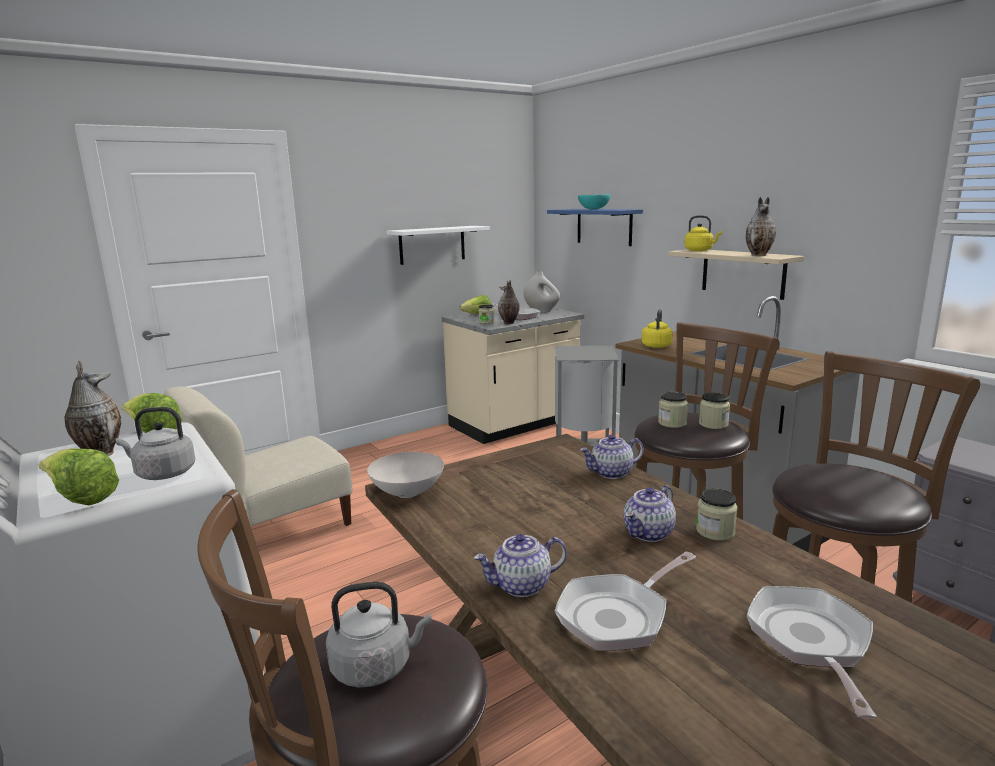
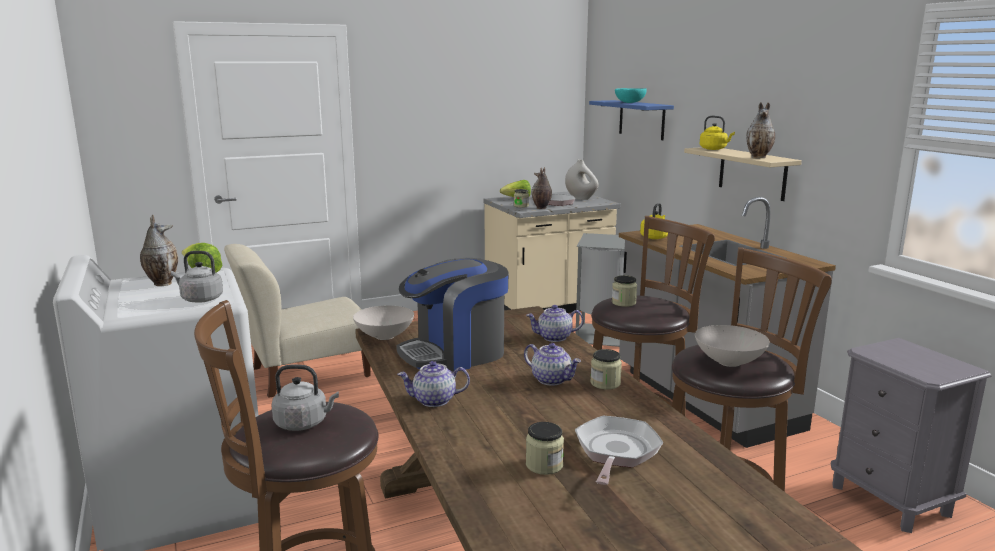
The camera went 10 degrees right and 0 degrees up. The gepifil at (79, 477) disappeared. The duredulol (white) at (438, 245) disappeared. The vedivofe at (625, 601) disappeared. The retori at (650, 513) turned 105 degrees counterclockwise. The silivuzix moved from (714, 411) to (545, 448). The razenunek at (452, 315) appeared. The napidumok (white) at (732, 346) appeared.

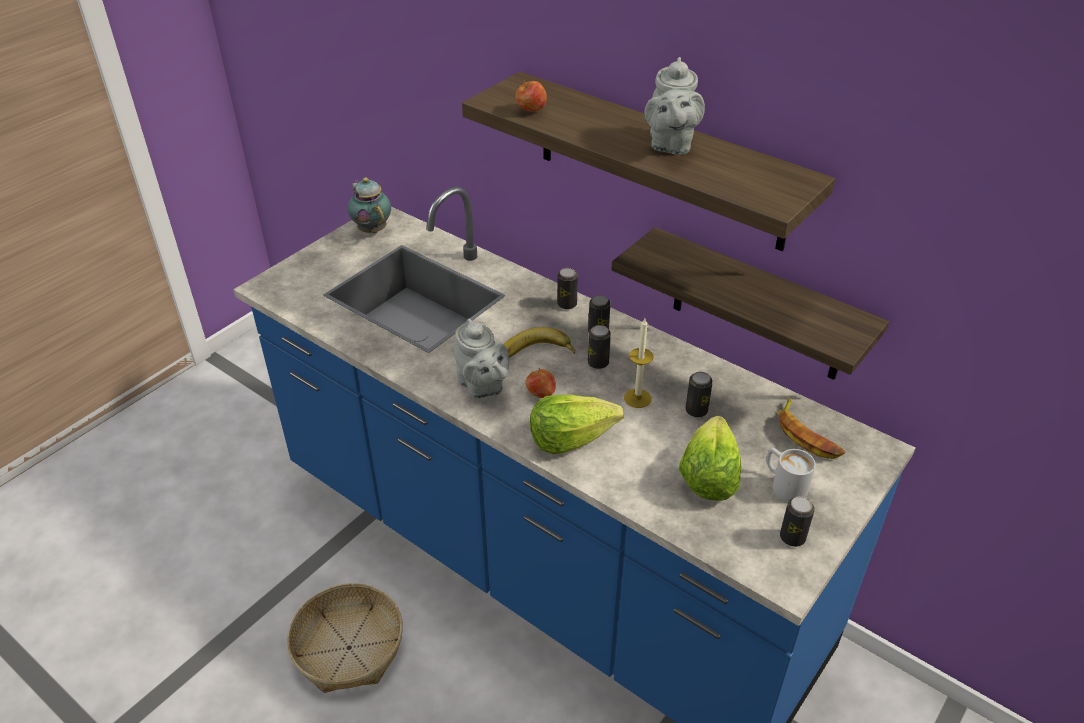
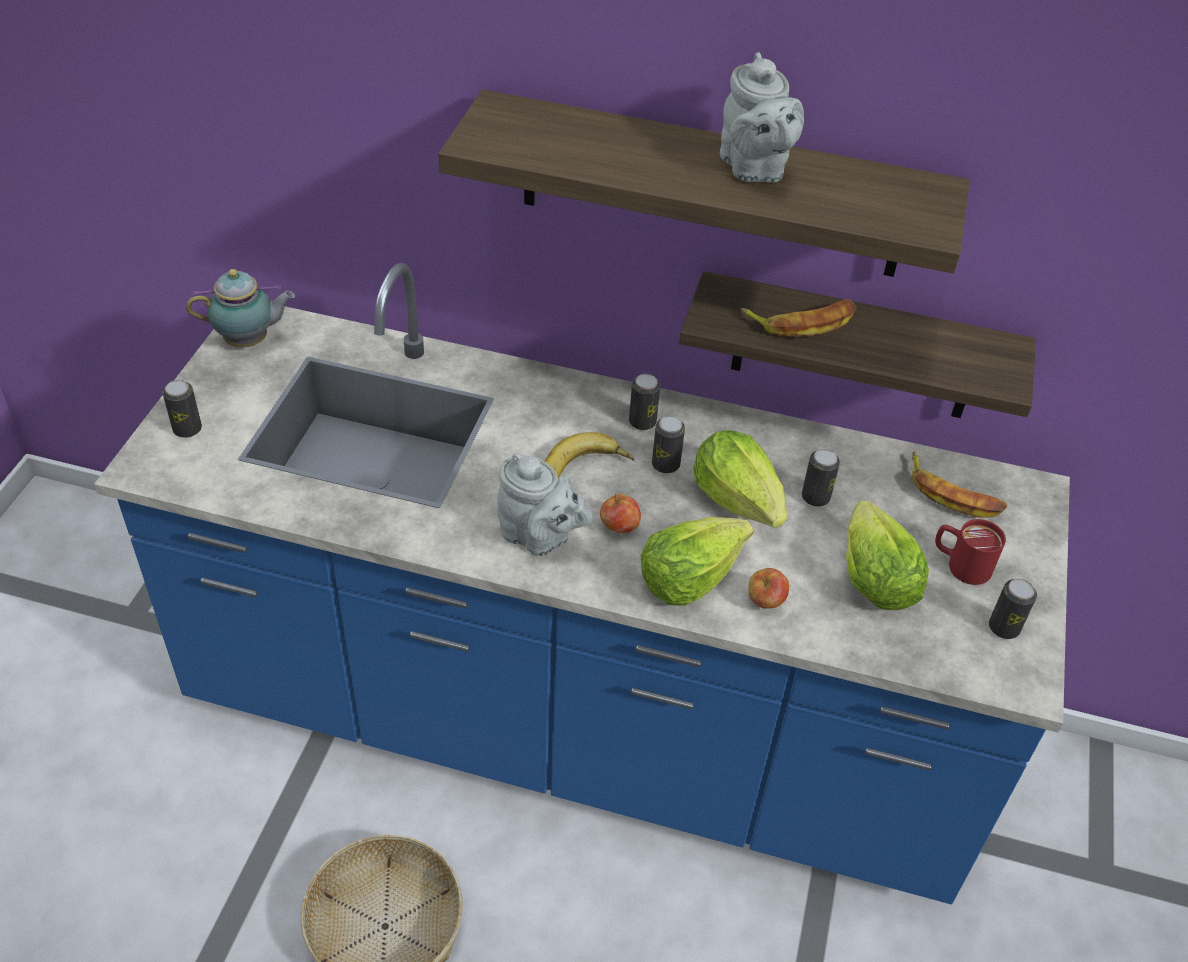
The camera went 25 degrees left and 5 degrees up. The retori at (369, 205) turned 135 degrees clockwise. The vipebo moved from (531, 96) to (768, 588). The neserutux moved from (567, 289) to (182, 409). The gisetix at (639, 363) was replaced by the gepifil at (740, 479). The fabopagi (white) at (791, 475) became the fabopagi (red) at (970, 552). The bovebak at (799, 318) appeared.

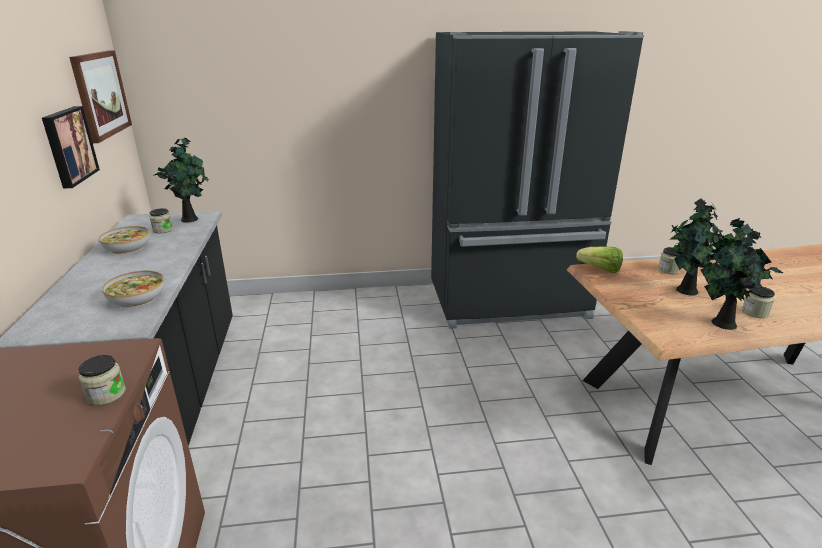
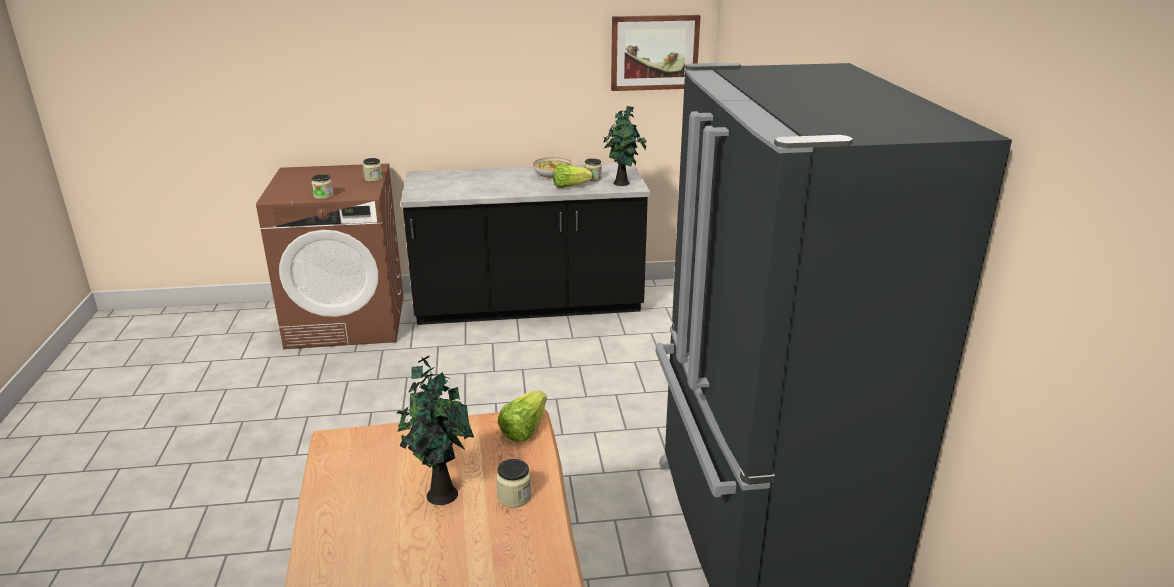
The camera went 90 degrees right and 0 degrees up. The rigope at (71, 147) disappeared. The napidumok at (133, 289) disappeared. The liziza at (742, 274) disappeared. The silivuzix moved from (758, 302) to (373, 170). The gepifil at (572, 176) appeared.

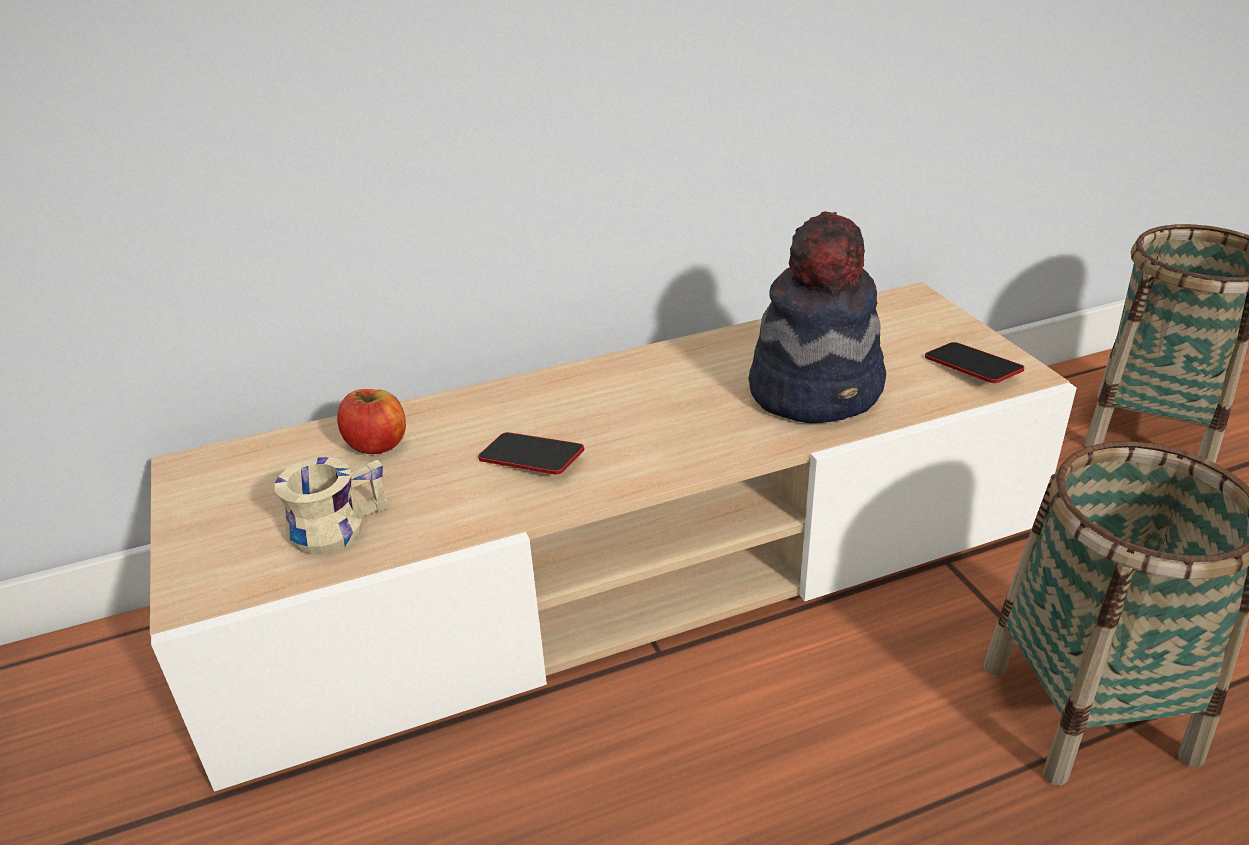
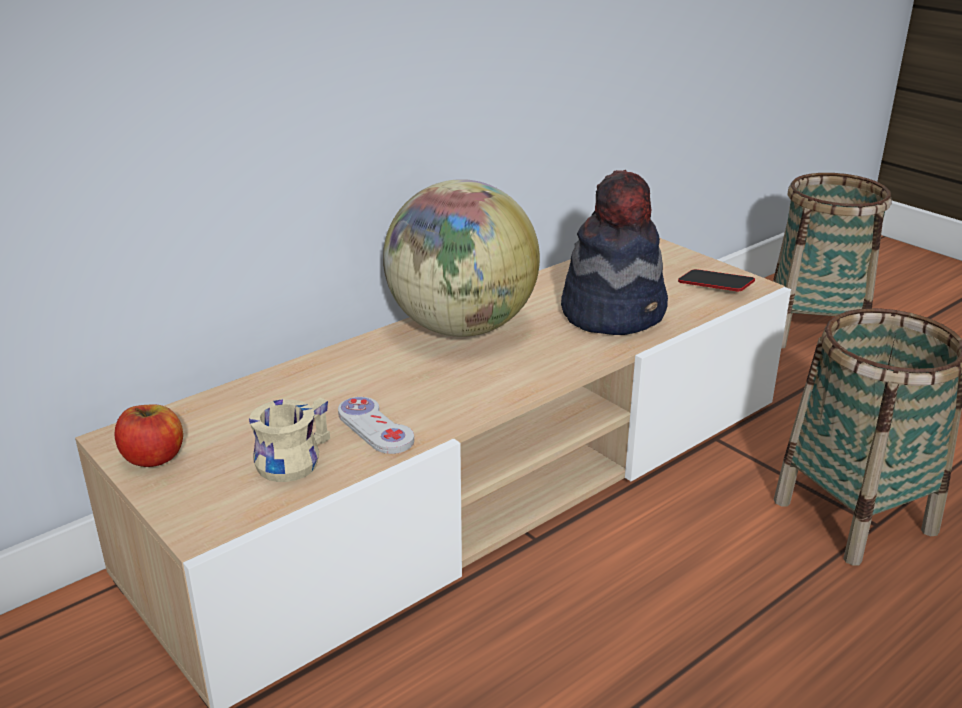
The camera went 20 degrees left and 5 degrees down. The vipebo moved from (371, 421) to (148, 435). The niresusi at (531, 453) disappeared. The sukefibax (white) at (376, 425) appeared. The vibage at (461, 258) appeared.

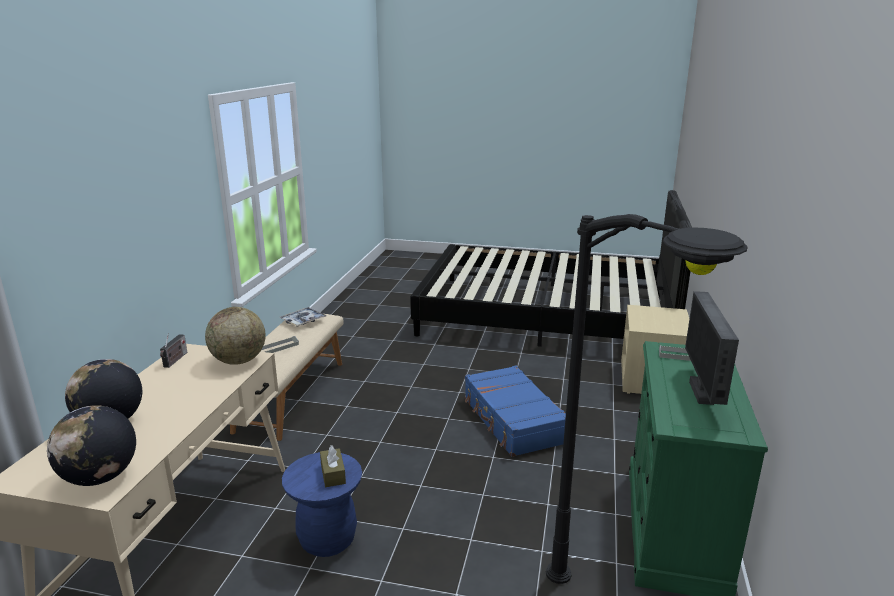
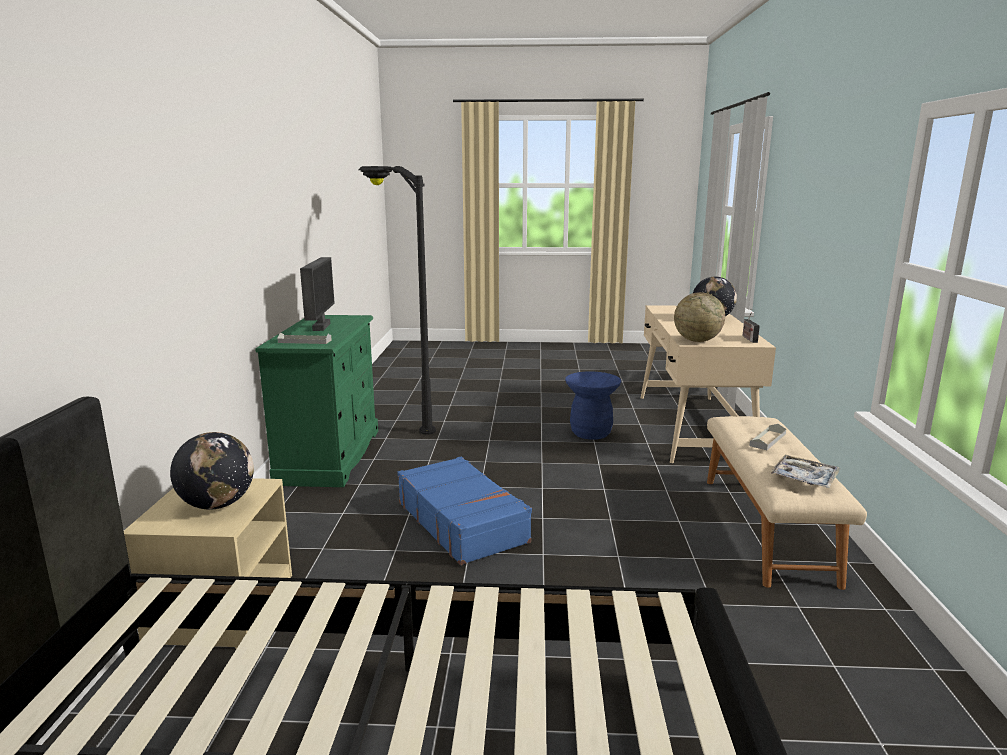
The camera went 170 degrees right and 5 degrees down. The vibage moved from (91, 445) to (212, 471). The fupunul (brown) at (333, 466) disappeared.

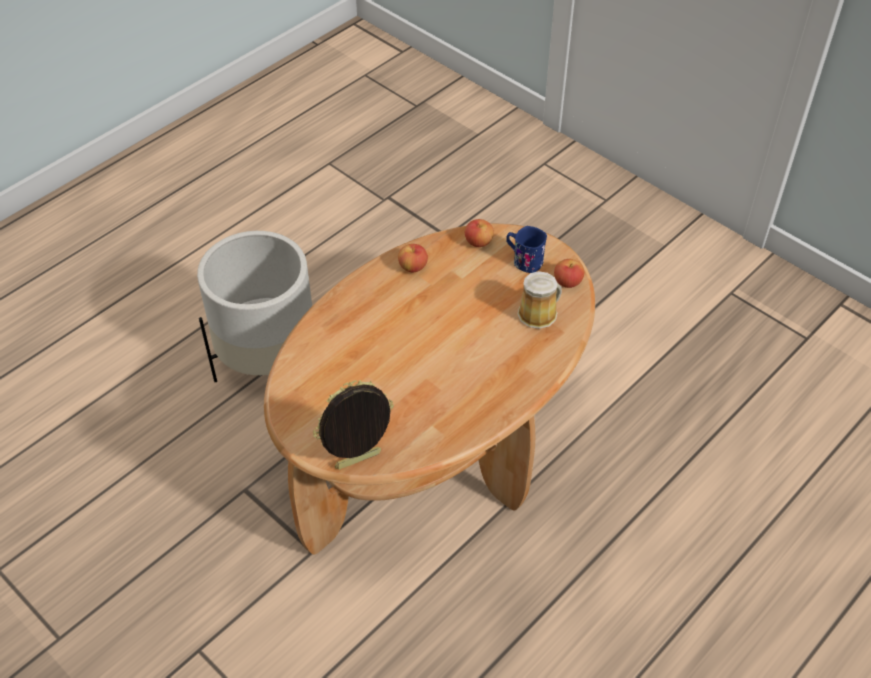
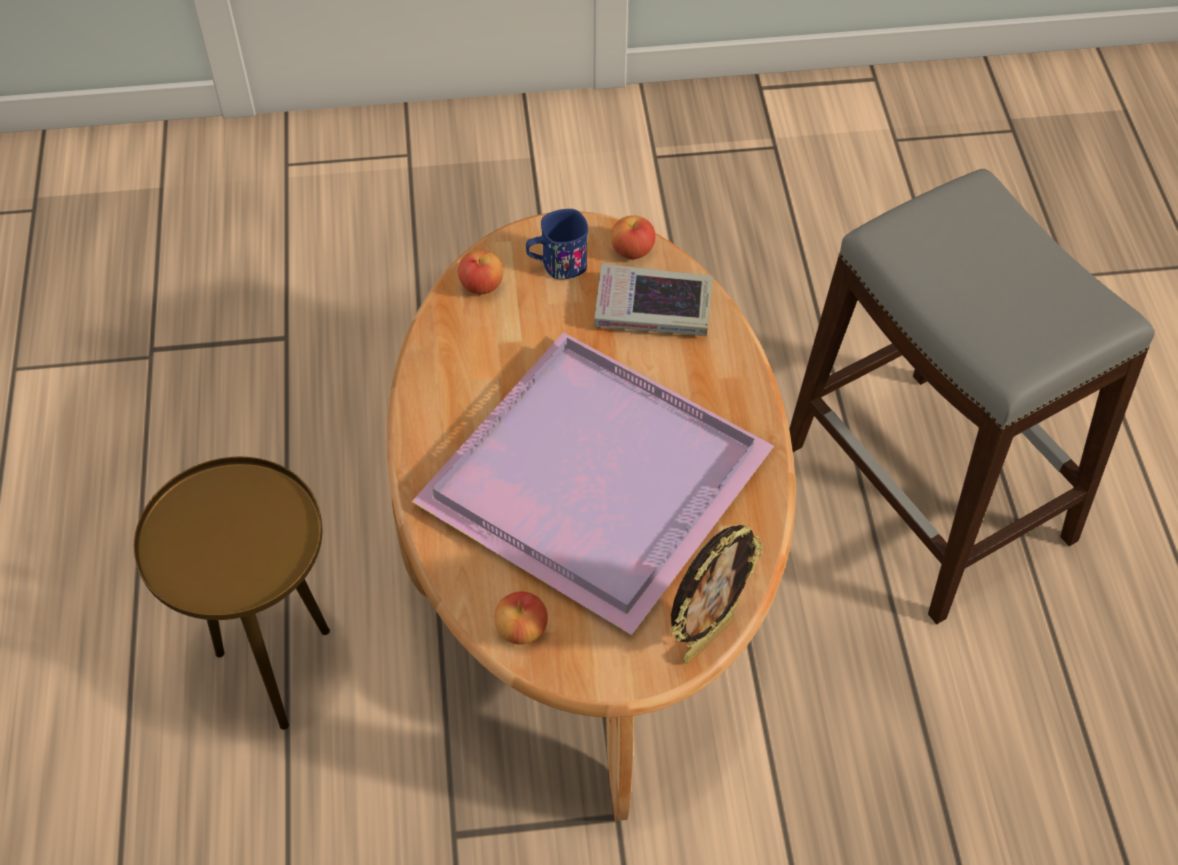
The camera went 50 degrees left and 5 degrees up. The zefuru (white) at (254, 306) was replaced by the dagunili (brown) at (232, 593). The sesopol at (353, 425) turned 150 degrees counterclockwise. The vipebo moved from (413, 258) to (521, 618). The fabopagi at (540, 300) was replaced by the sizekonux at (653, 299). The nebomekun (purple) at (593, 483) appeared. The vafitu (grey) at (972, 396) appeared.

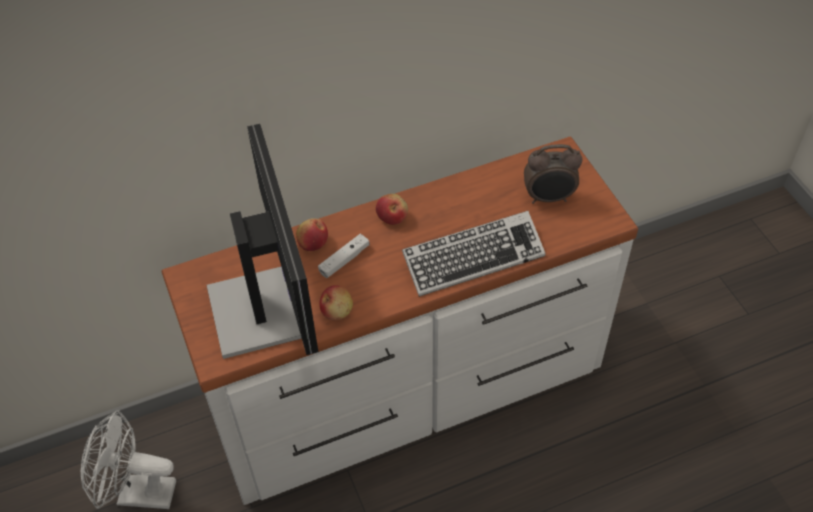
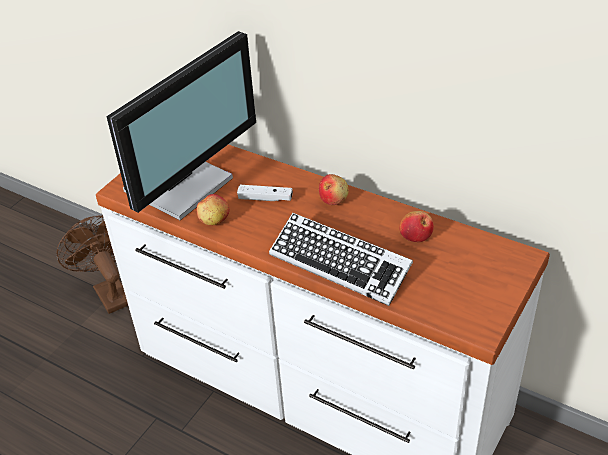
The camera went 55 degrees right and 10 degrees down. The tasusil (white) at (128, 459) became the tasusil (brown) at (92, 264). The vipebo moved from (312, 234) to (416, 226). The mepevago at (553, 174) disappeared.

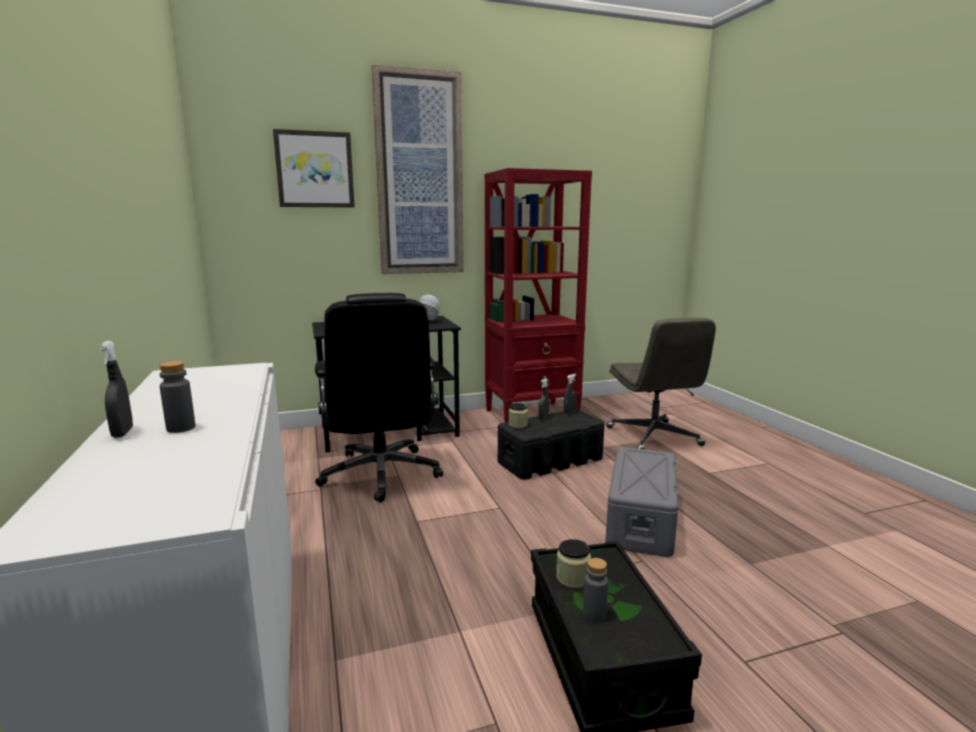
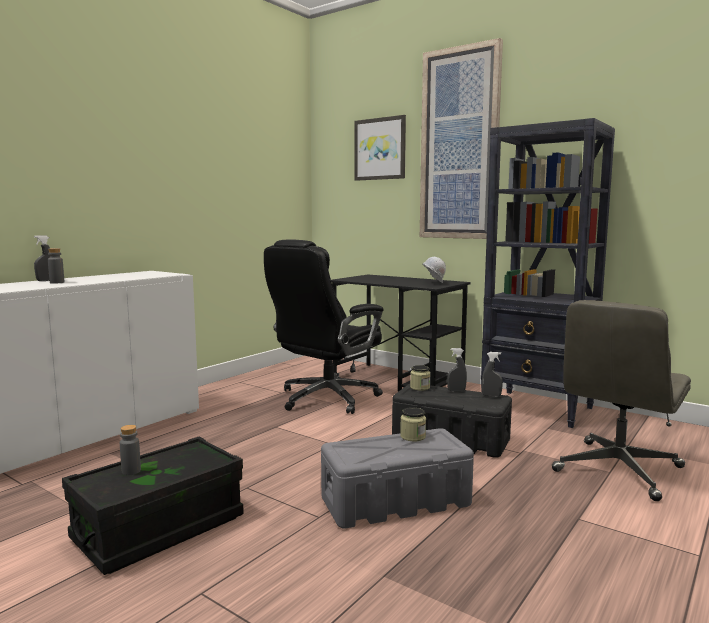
The camera went 55 degrees right and 5 degrees down. The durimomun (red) at (538, 295) became the durimomun (black) at (548, 273). The silivuzix moved from (573, 563) to (413, 424).

